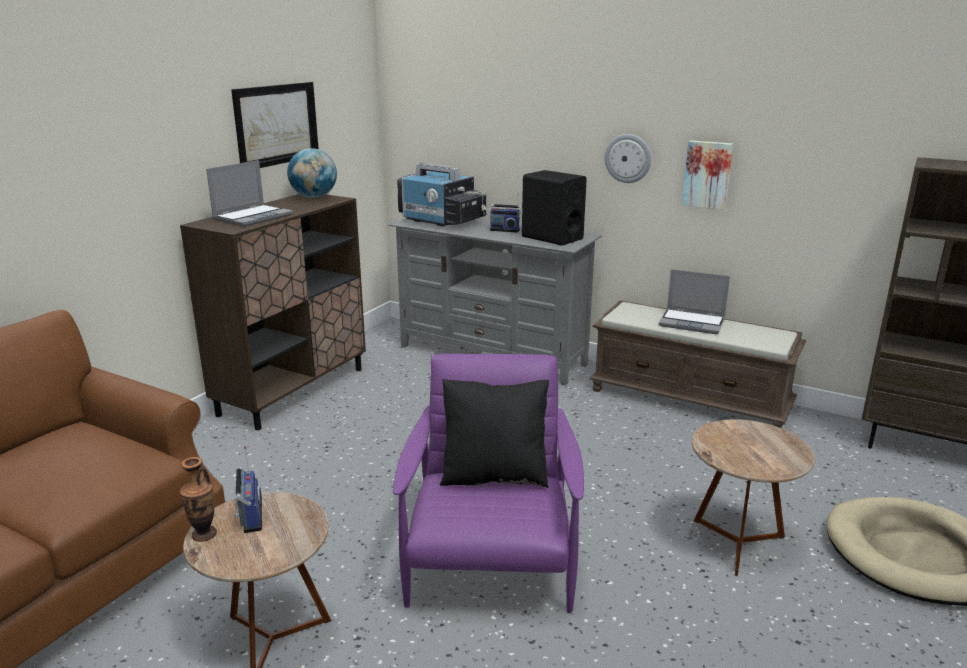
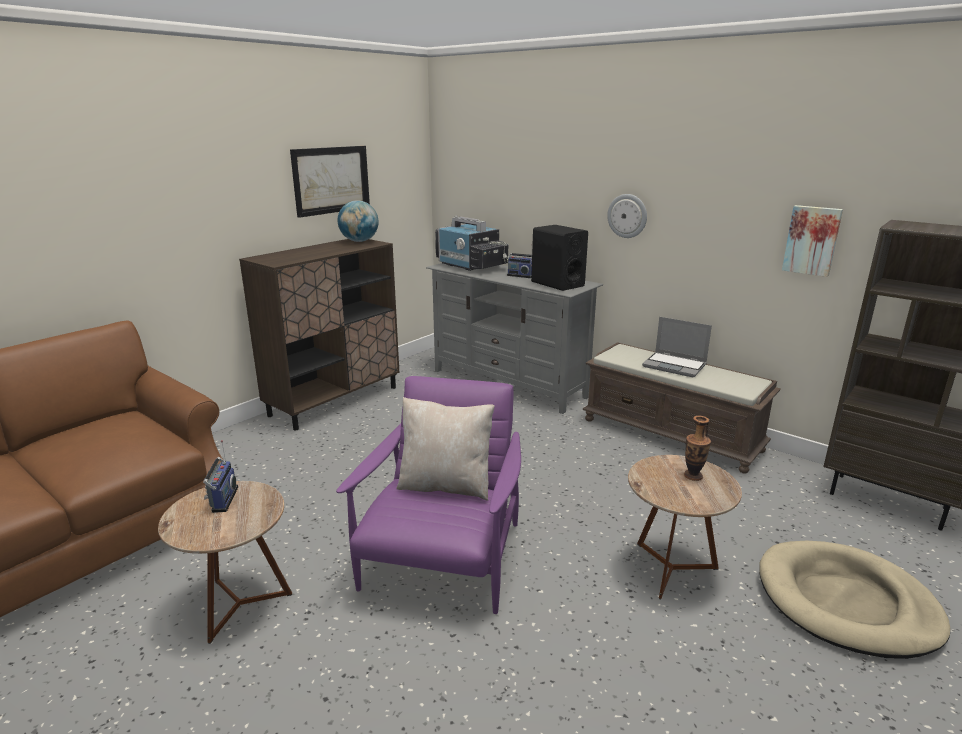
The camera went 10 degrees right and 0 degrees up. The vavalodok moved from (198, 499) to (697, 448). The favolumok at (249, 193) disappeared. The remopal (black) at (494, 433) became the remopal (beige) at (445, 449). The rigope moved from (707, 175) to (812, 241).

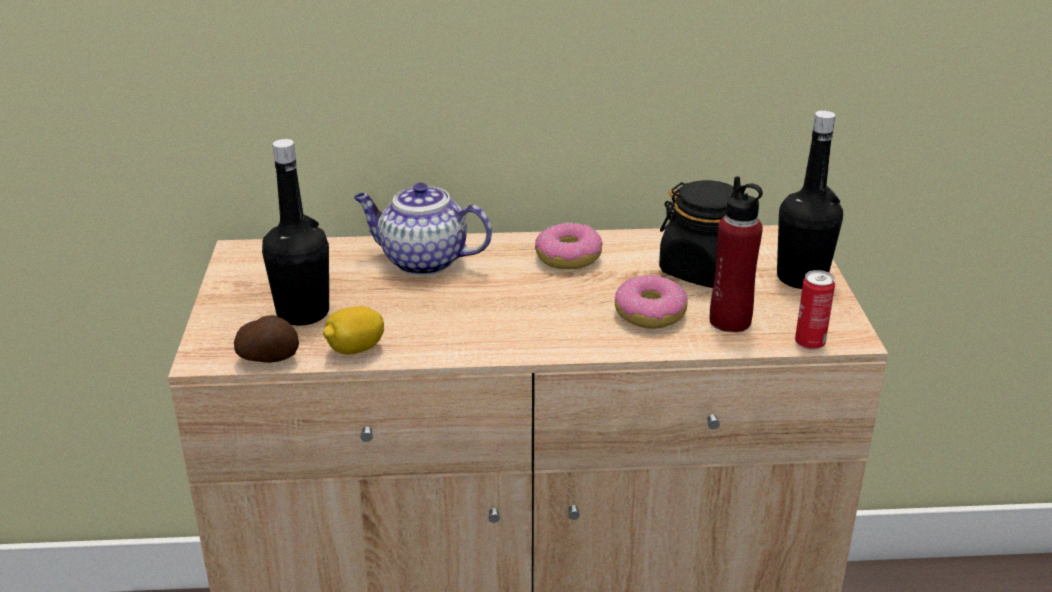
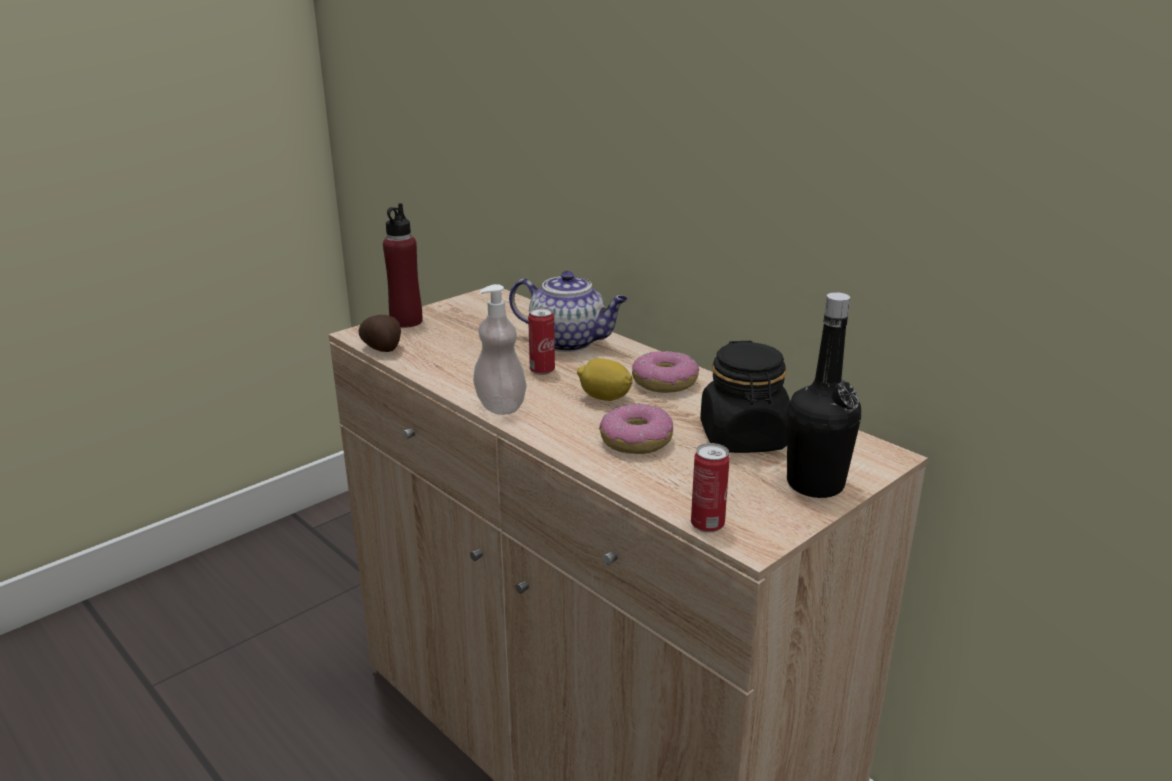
The camera went 50 degrees right and 5 degrees down. The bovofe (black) at (295, 232) disappeared. The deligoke moved from (353, 330) to (605, 379). The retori at (422, 228) turned 135 degrees clockwise. The bovofe (red) moved from (736, 254) to (402, 265). The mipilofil at (500, 349) appeared. The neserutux at (541, 341) appeared.

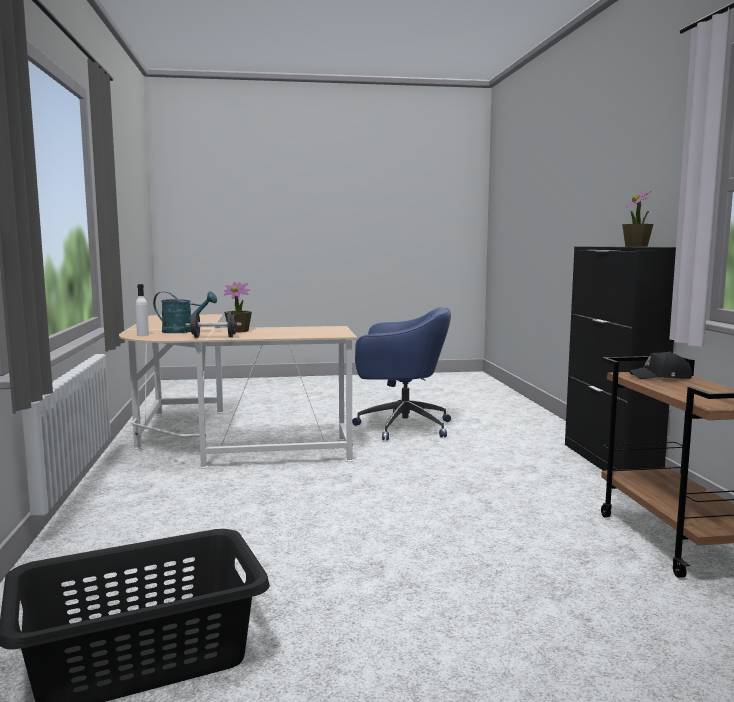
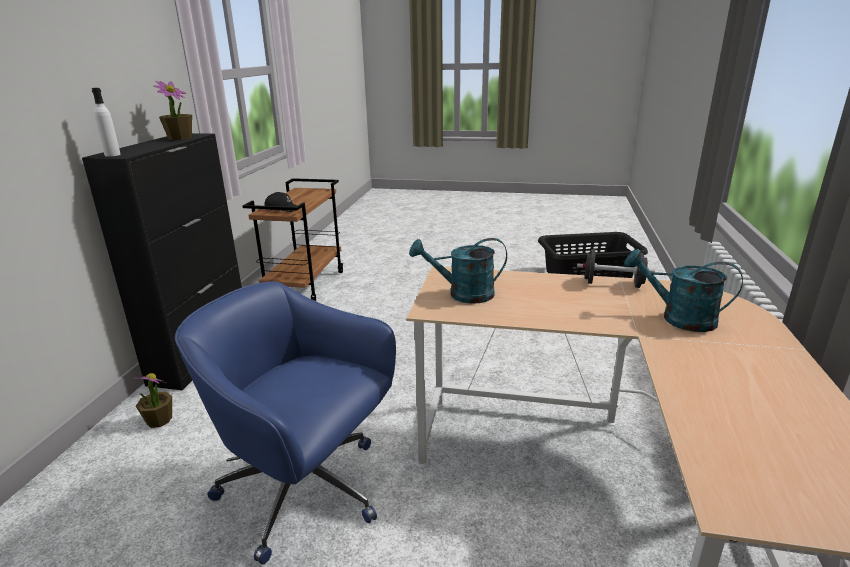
The camera went 160 degrees left and 15 degrees up. The bovofe (white) moved from (142, 310) to (106, 122). The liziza moved from (237, 307) to (152, 400). The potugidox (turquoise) at (458, 270) appeared.

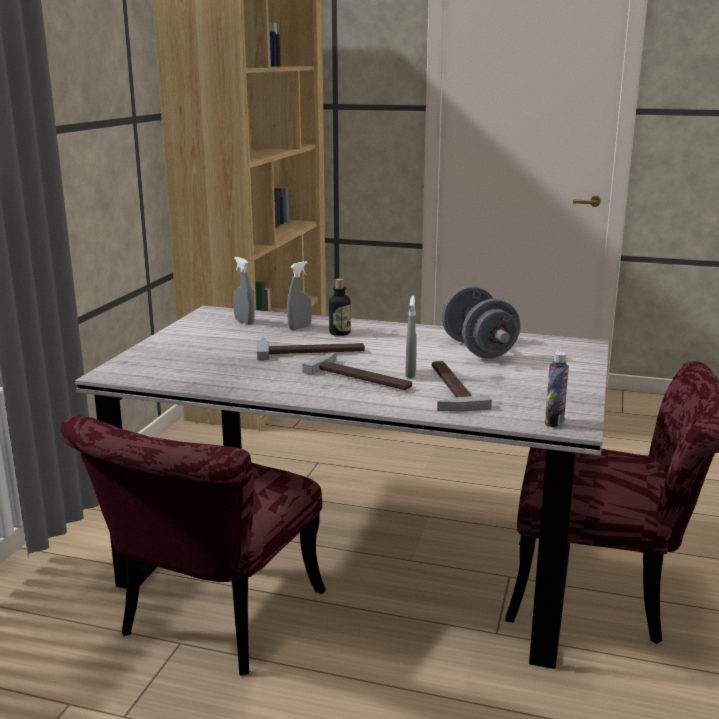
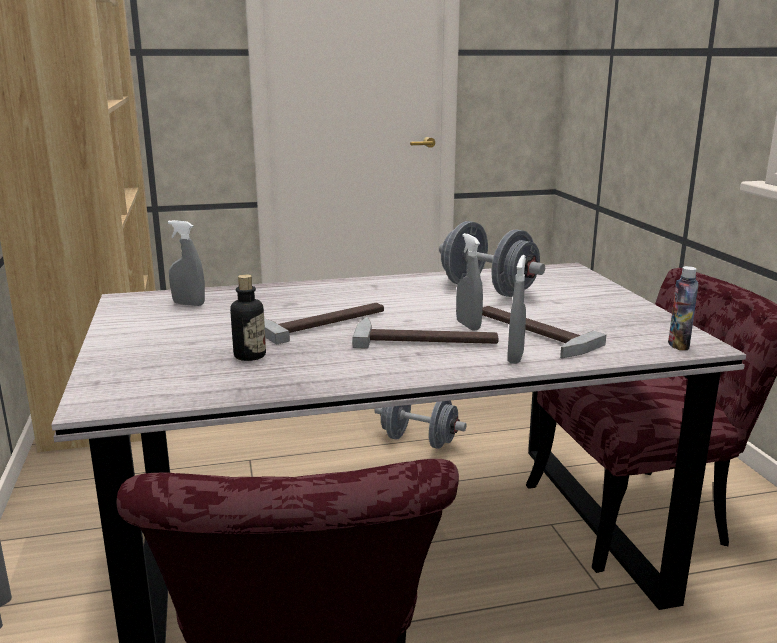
The camera went 30 degrees left and 0 degrees up. The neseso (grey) moved from (299, 295) to (516, 309). The bovofe moved from (340, 307) to (248, 317). The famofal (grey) at (421, 424) appeared.

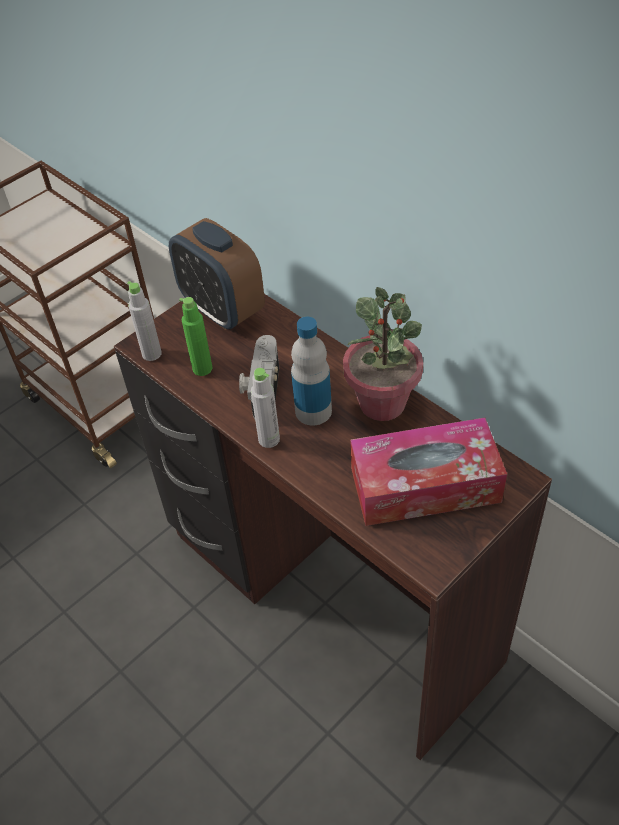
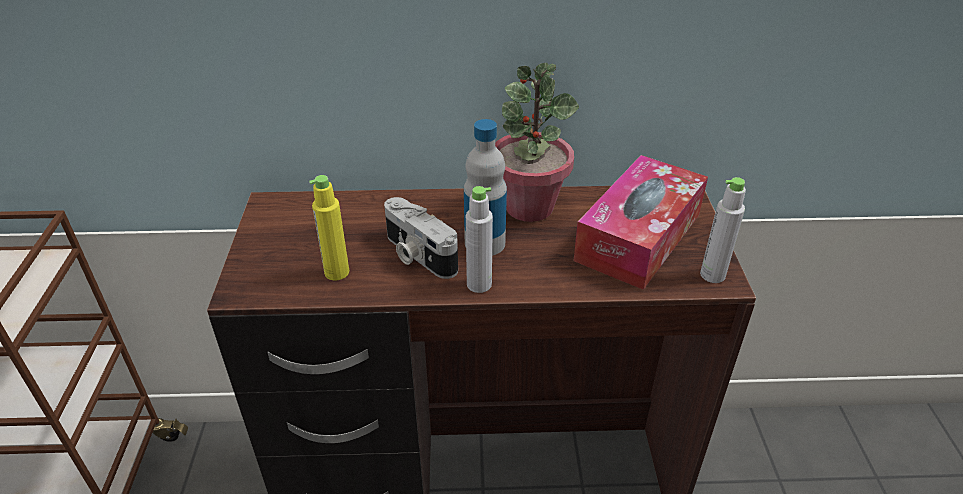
The camera went 50 degrees left and 10 degrees down. The bovofe (grey) moved from (144, 321) to (723, 230). The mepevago at (217, 274) disappeared. The bovofe (green) at (196, 336) became the bovofe (yellow) at (329, 227).

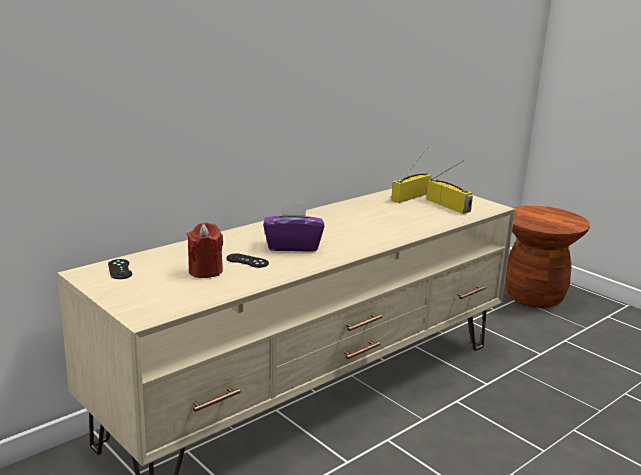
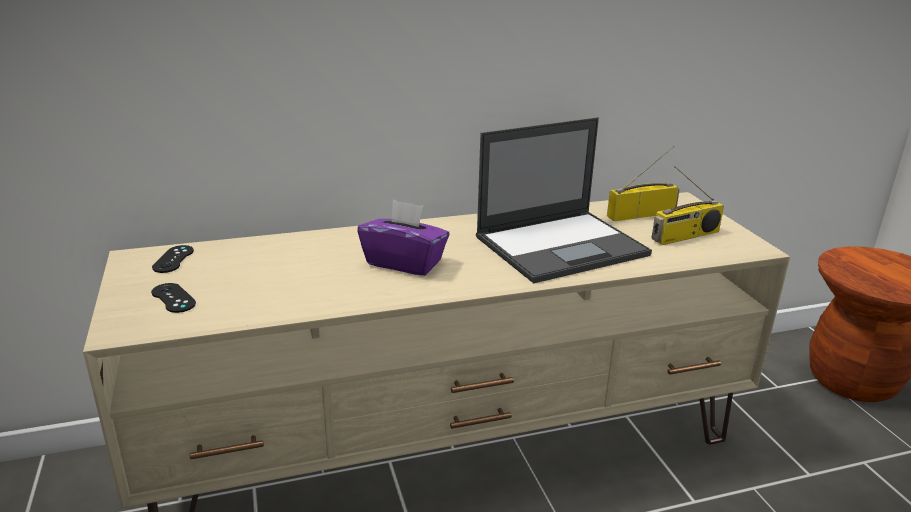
The camera went 25 degrees right and 5 degrees up. The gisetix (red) at (205, 250) disappeared. The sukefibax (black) moved from (247, 261) to (173, 298). The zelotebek at (449, 187) turned 75 degrees clockwise. The favolumok at (564, 200) appeared.

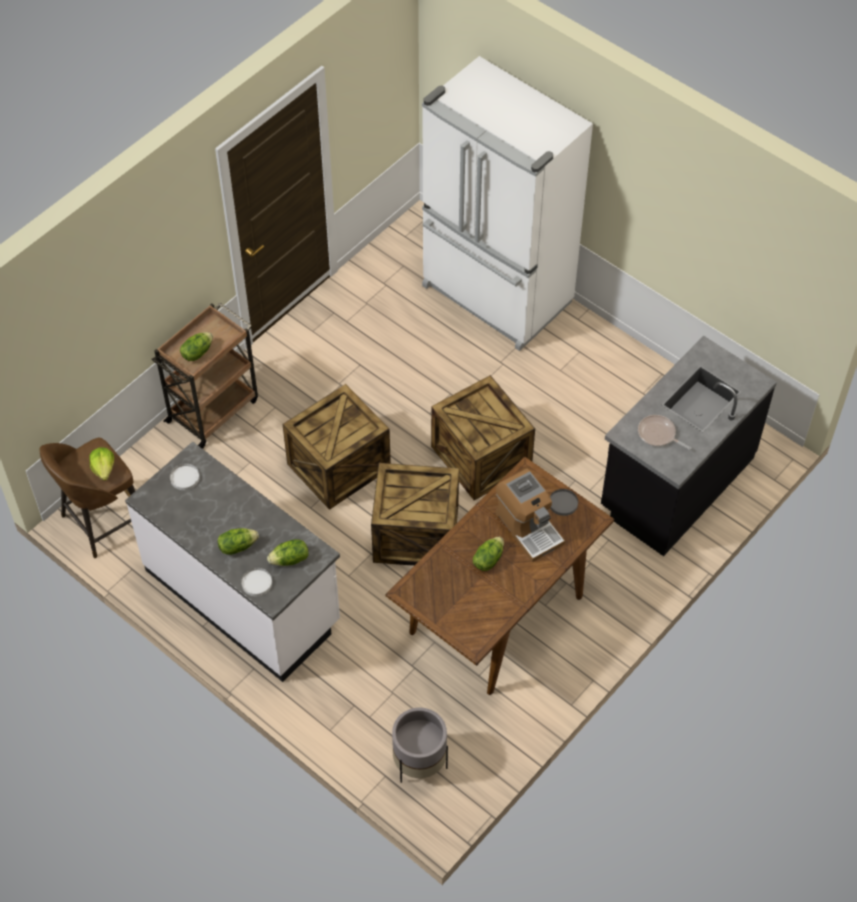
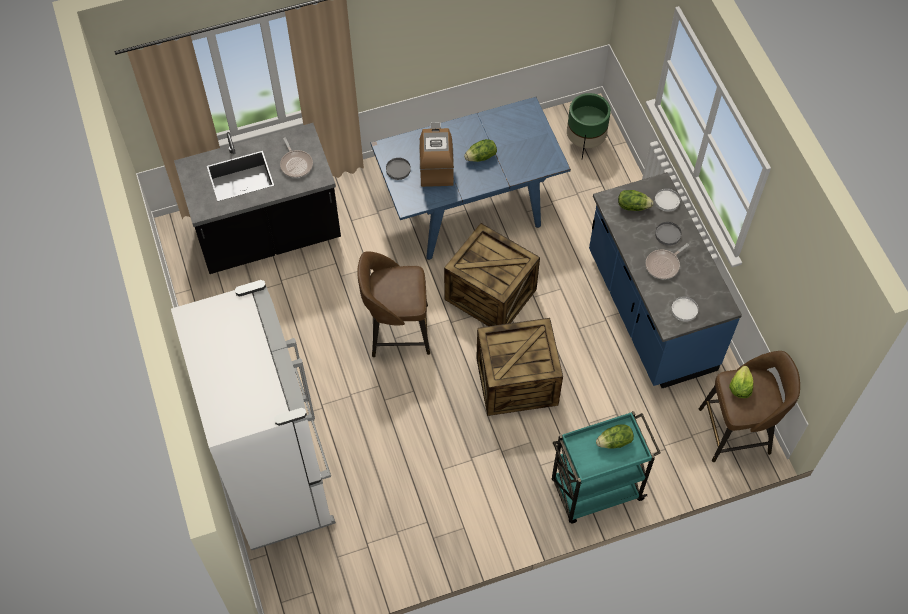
The camera went 150 degrees left and 5 degrees up. The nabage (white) at (232, 562) became the nabage (blue) at (665, 280). The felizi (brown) at (205, 375) became the felizi (turquoise) at (606, 467). The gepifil at (238, 541) was replaced by the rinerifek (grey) at (668, 234). The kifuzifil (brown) at (500, 575) became the kifuzifil (blue) at (470, 178). The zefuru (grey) at (420, 745) became the zefuru (green) at (589, 126). The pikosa at (483, 437) was replaced by the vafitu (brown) at (393, 304). The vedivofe at (667, 261) appeared.

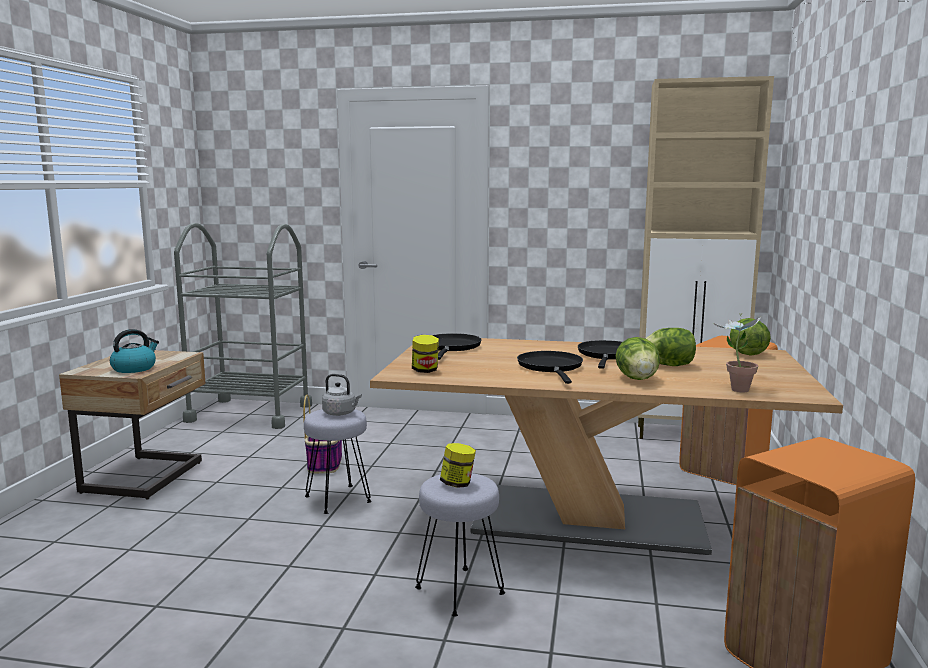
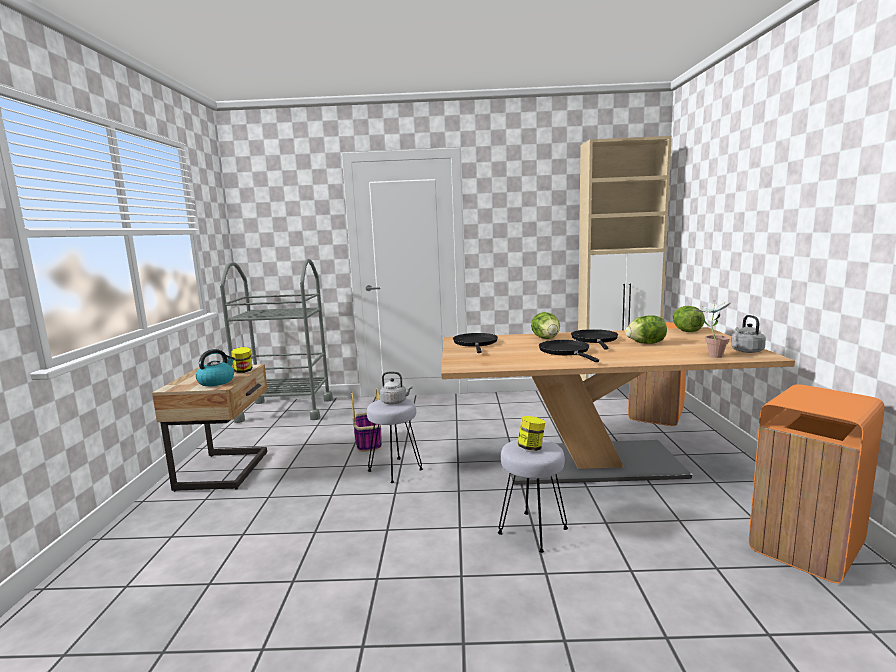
The camera went 10 degrees left and 0 degrees up. The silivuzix moved from (425, 354) to (241, 360). The gepifil moved from (637, 358) to (545, 325). The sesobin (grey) at (748, 334) appeared.

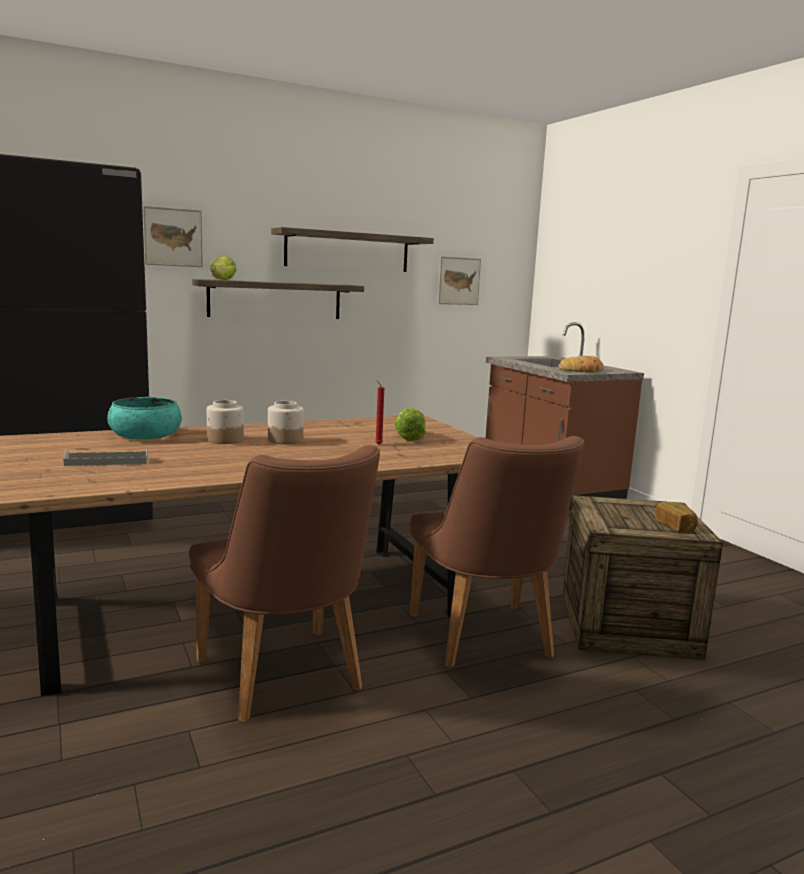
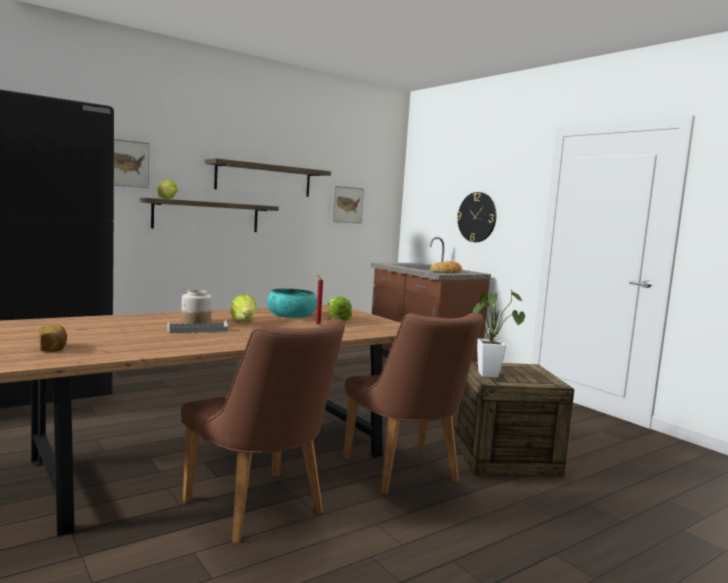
The camera went 10 degrees left and 5 degrees down. The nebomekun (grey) moved from (105, 457) to (197, 326). The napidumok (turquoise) moved from (144, 418) to (292, 303). The silivuzix at (286, 422) was replaced by the gepifil at (244, 308). The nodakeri moved from (676, 517) to (53, 338). The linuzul at (476, 217) appeared. The liziza at (496, 334) appeared.

